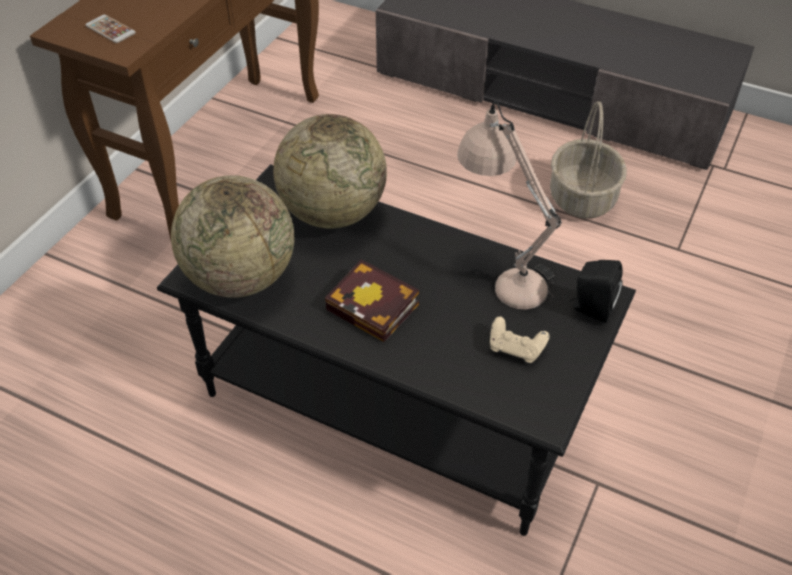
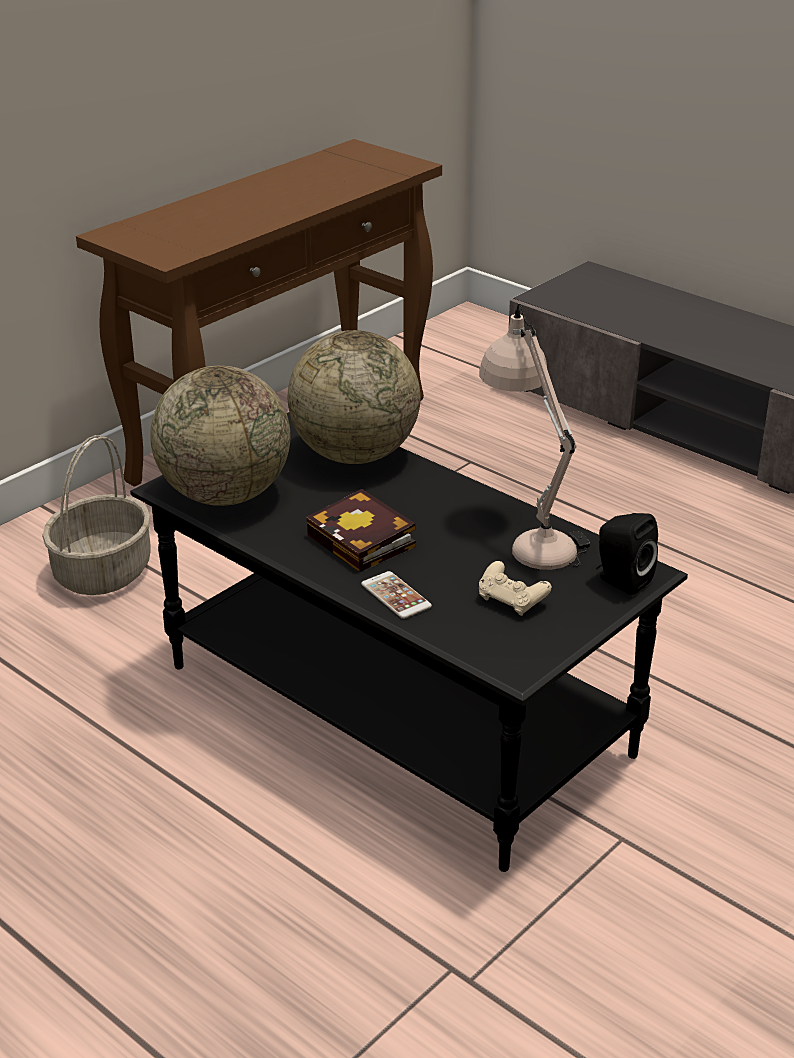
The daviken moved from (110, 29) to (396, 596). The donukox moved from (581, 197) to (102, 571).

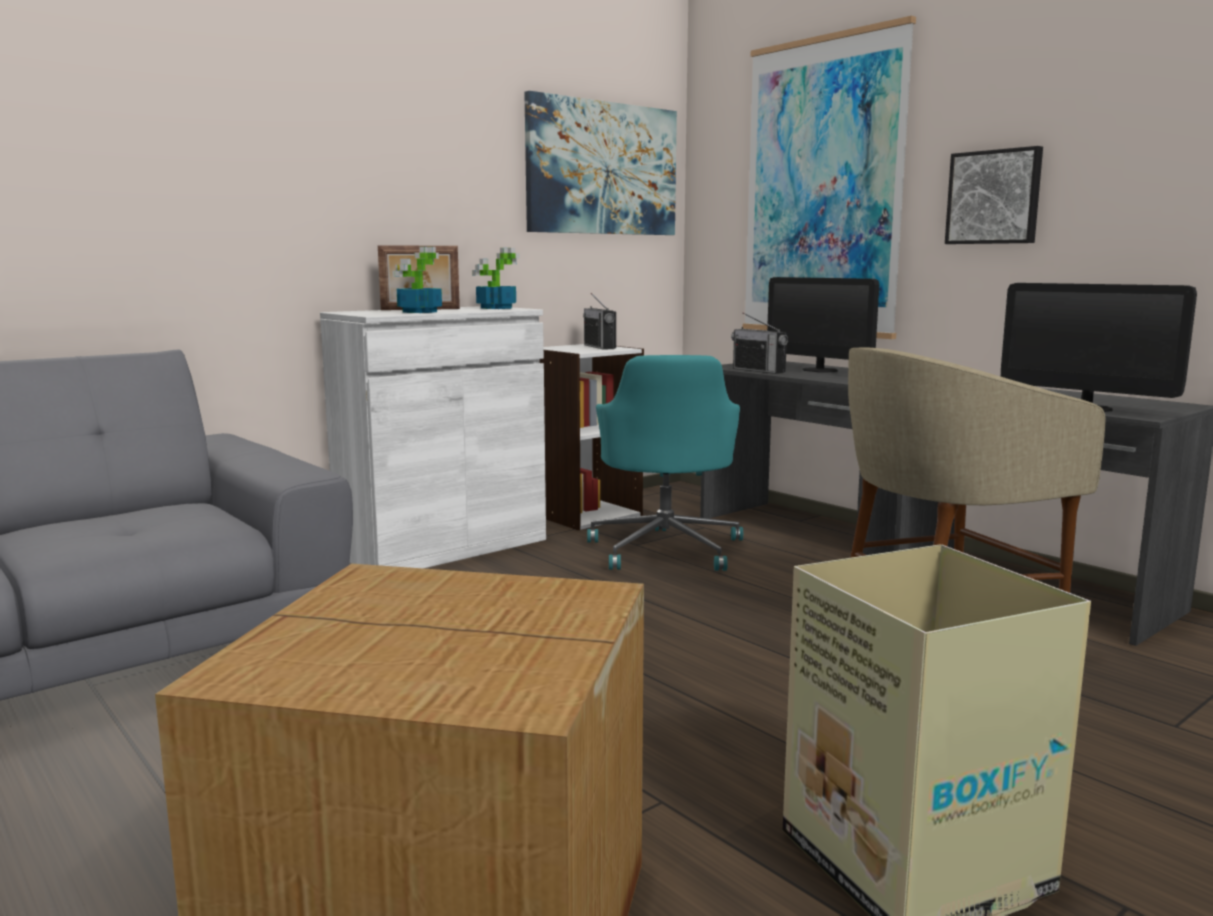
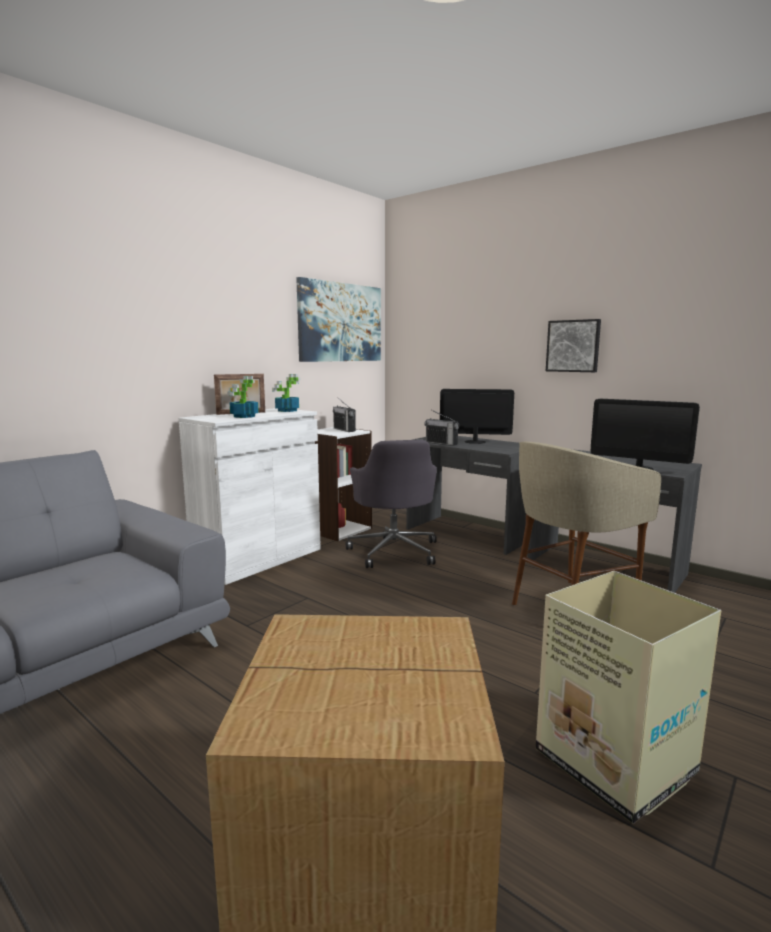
The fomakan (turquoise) at (666, 548) became the fomakan (grey) at (394, 551). The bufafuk at (822, 189) disappeared. The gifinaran at (819, 370) turned 150 degrees clockwise.

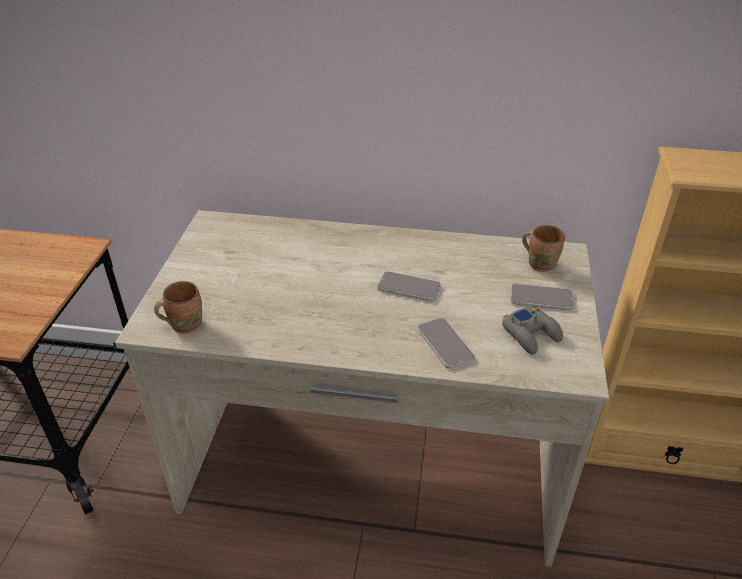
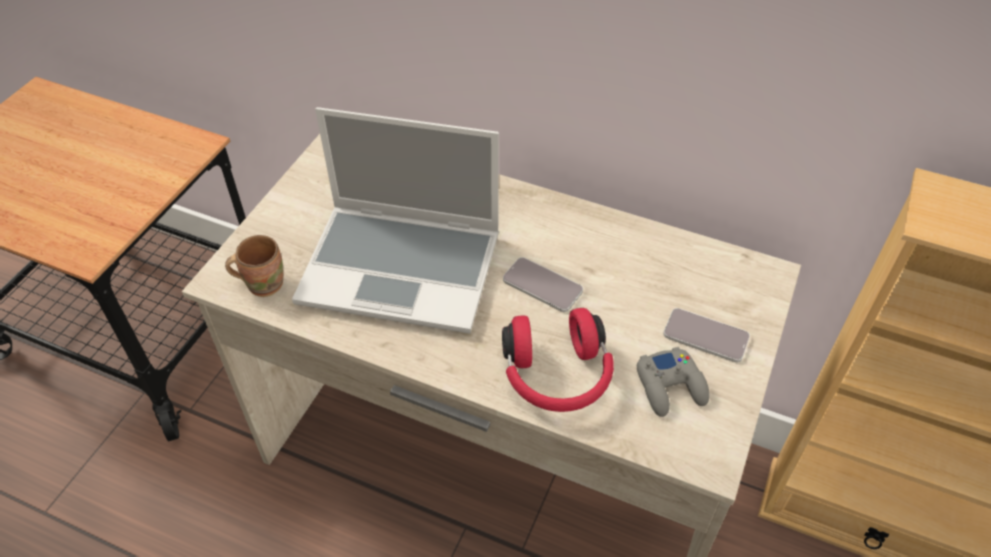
The daviken at (445, 343) was replaced by the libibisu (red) at (557, 376). The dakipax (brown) at (540, 263) disappeared. The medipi at (404, 268) appeared.

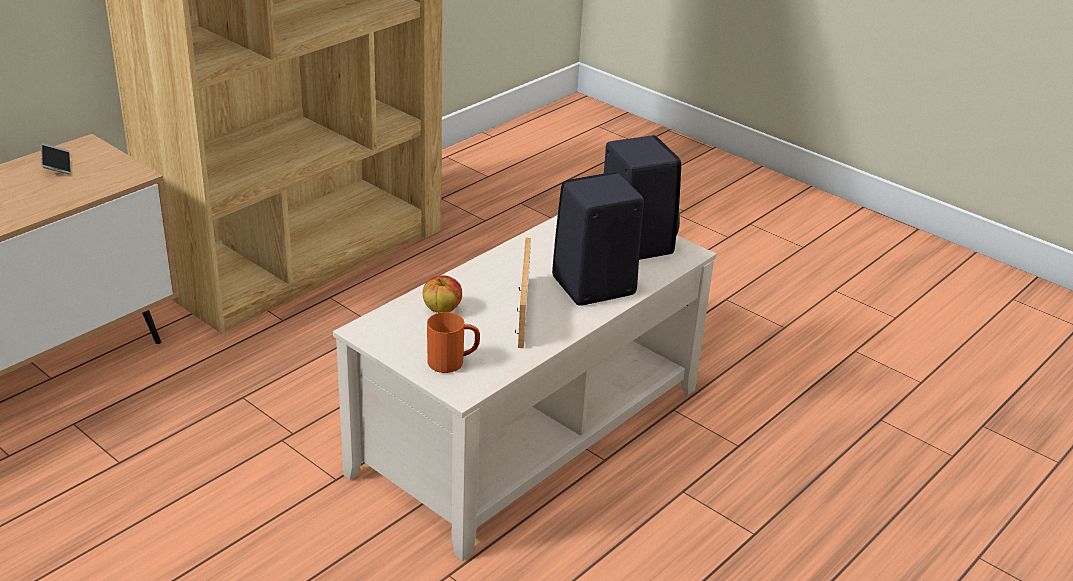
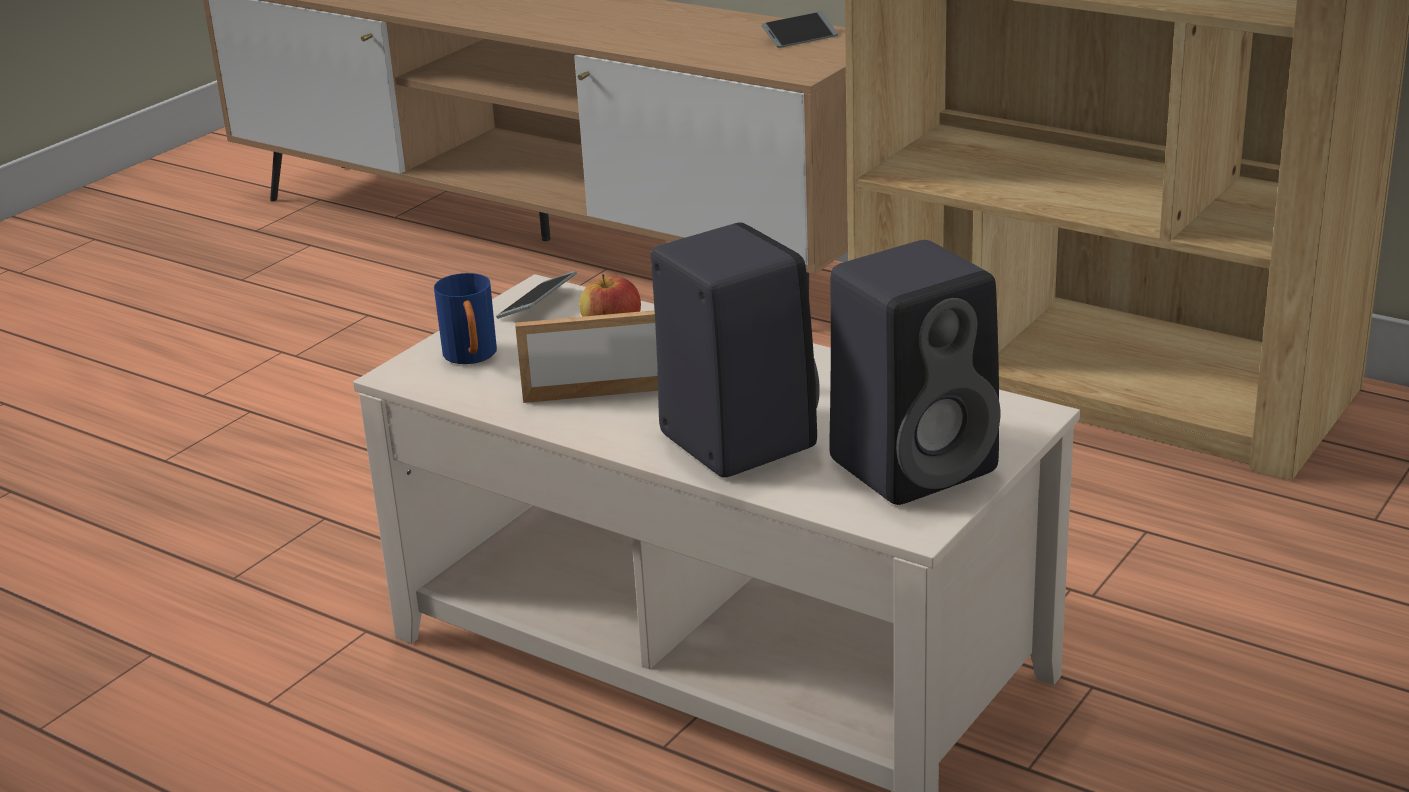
The dakipax (orange) at (453, 362) became the dakipax (blue) at (472, 358). The daviken at (537, 304) appeared.

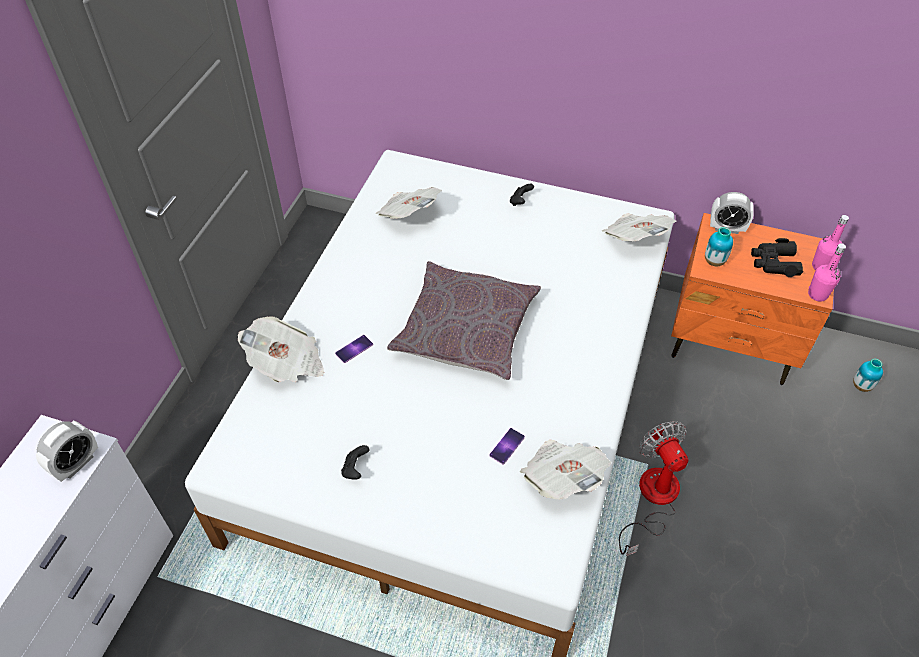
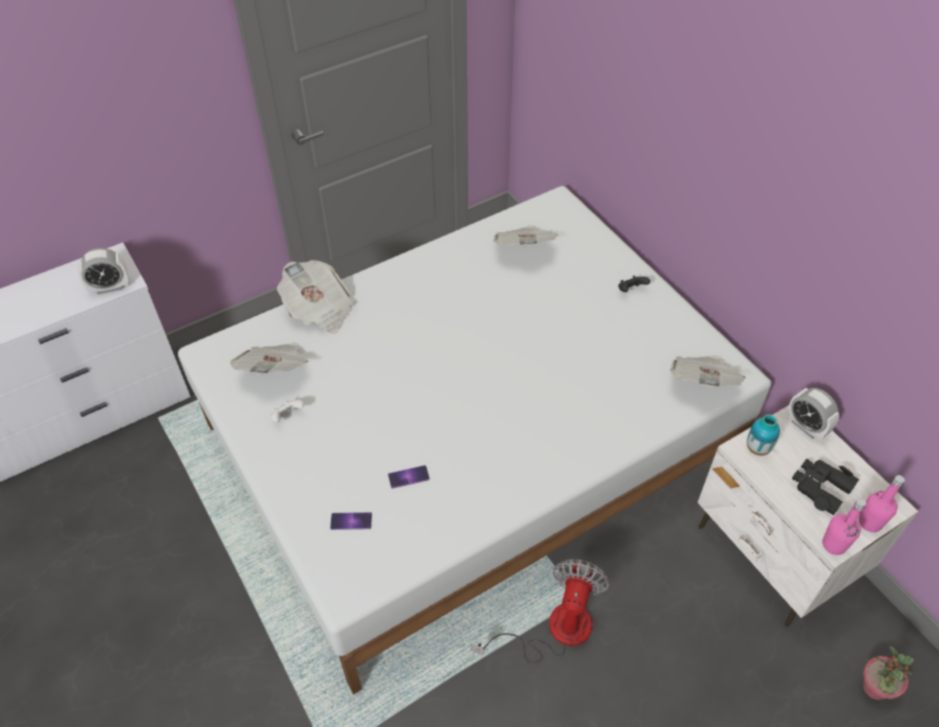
The daviken moved from (354, 349) to (351, 521). The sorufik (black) at (355, 469) became the sorufik (white) at (287, 416). The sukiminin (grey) at (466, 329) disappeared. The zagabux moved from (562, 477) to (275, 370). The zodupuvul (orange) at (732, 342) became the zodupuvul (white) at (774, 554). The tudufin at (861, 386) was replaced by the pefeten at (875, 688).

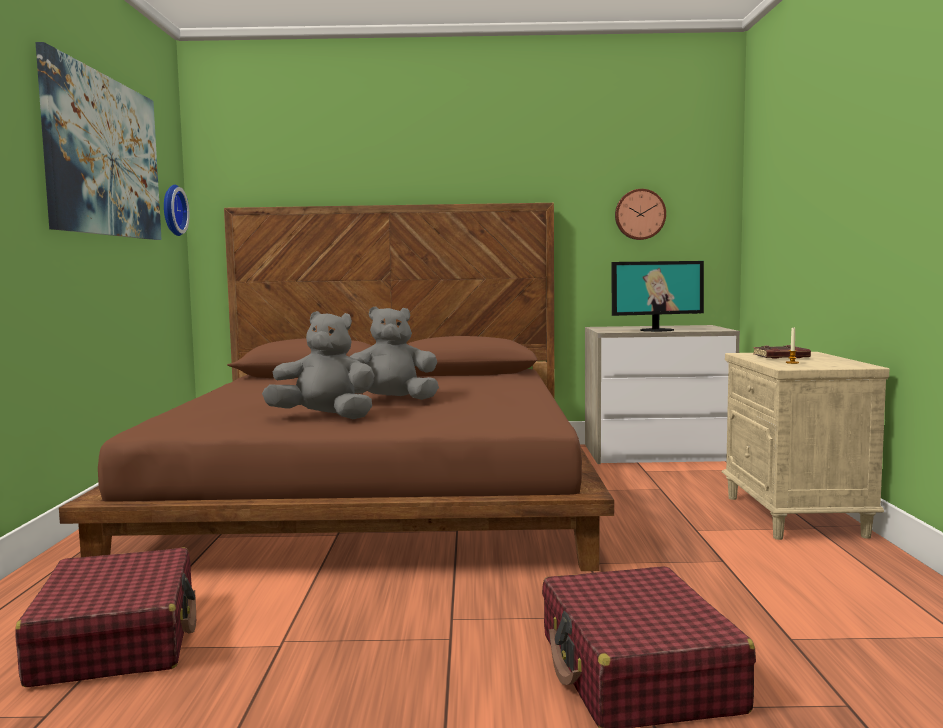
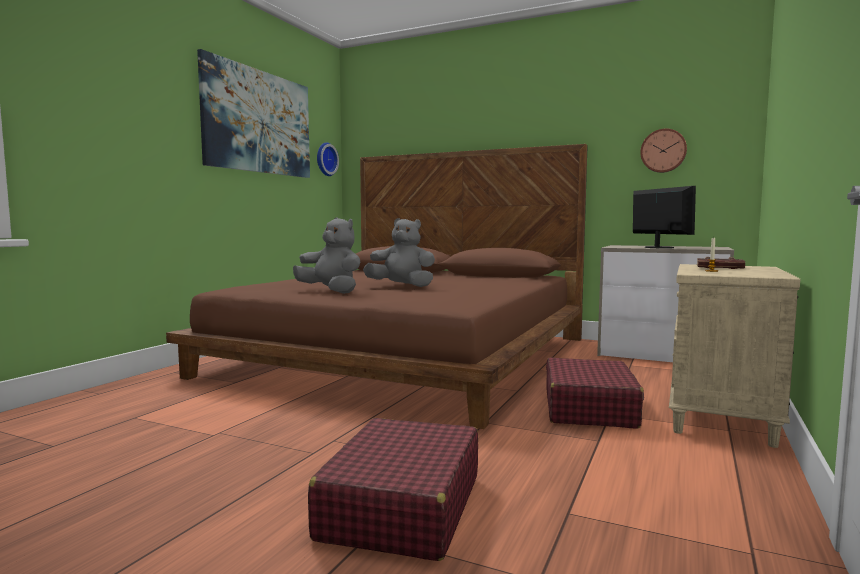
The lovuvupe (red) moved from (117, 640) to (589, 408). The gifinaran at (656, 330) turned 120 degrees counterclockwise.

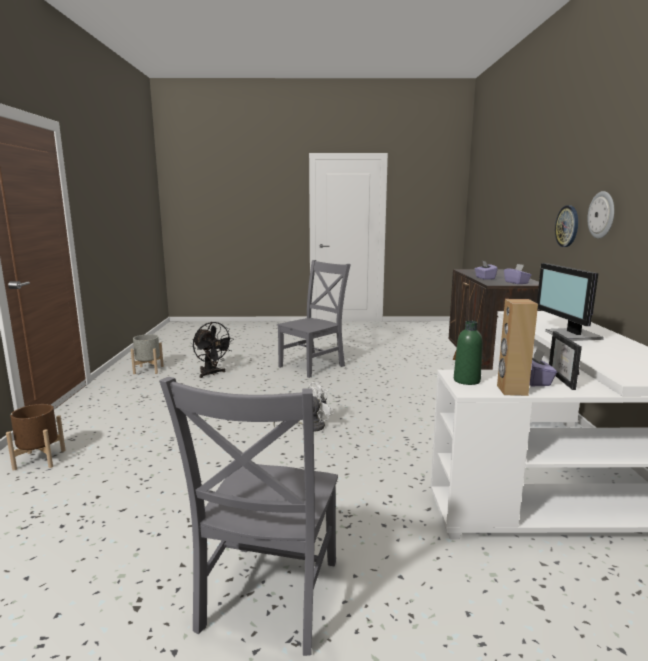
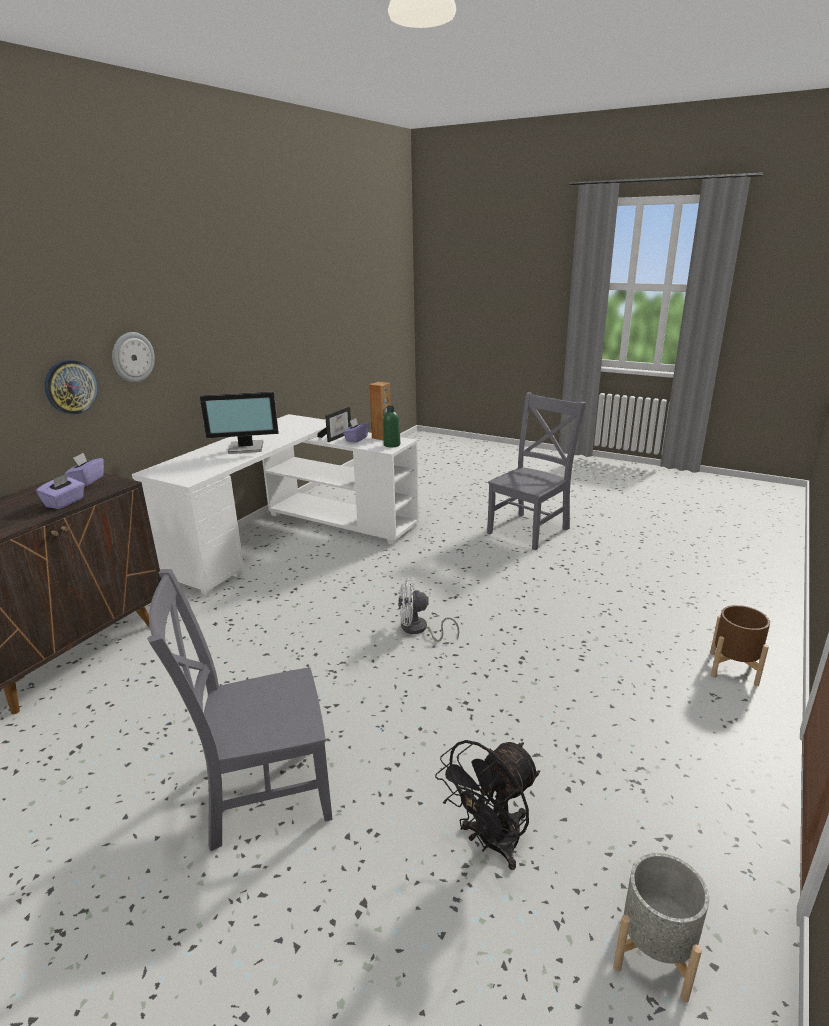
The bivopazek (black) at (211, 374) turned 120 degrees counterclockwise. The gifinaran at (571, 335) turned 60 degrees clockwise.

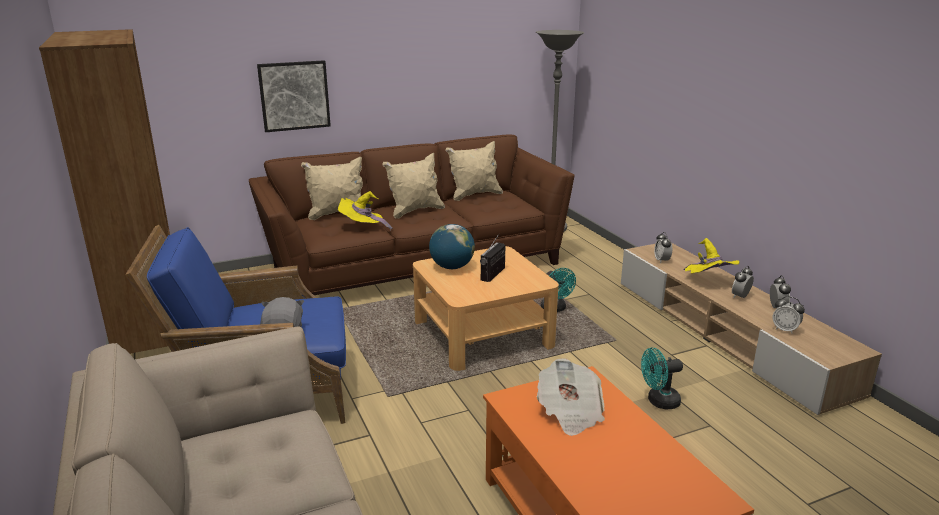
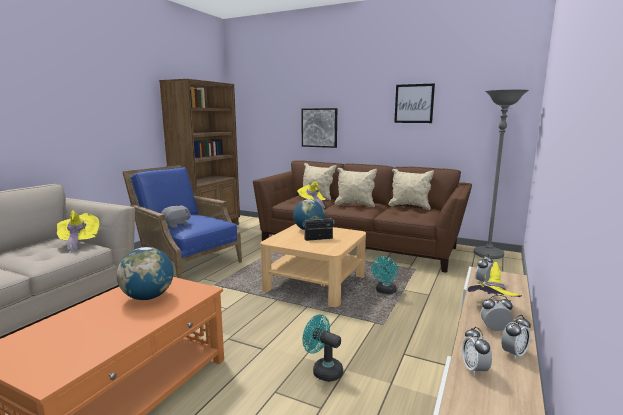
The zagabux at (570, 413) was replaced by the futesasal at (148, 297). The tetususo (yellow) at (79, 243) appeared. The bufafuk at (414, 103) appeared.

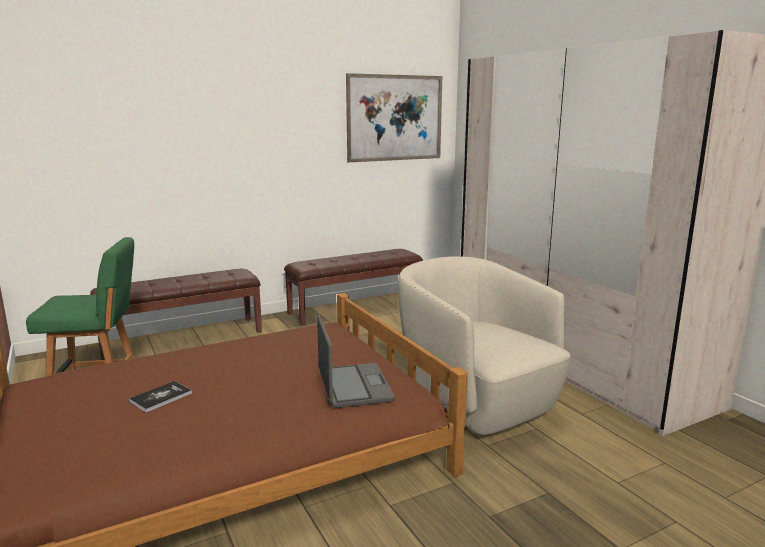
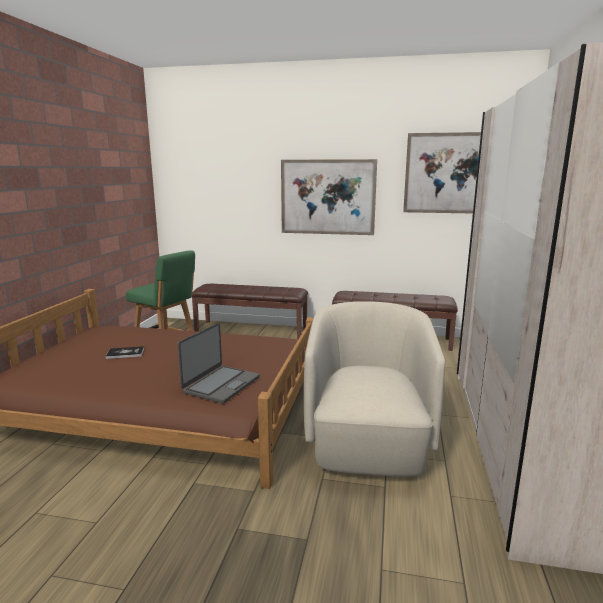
The bufafuk at (327, 197) appeared.

